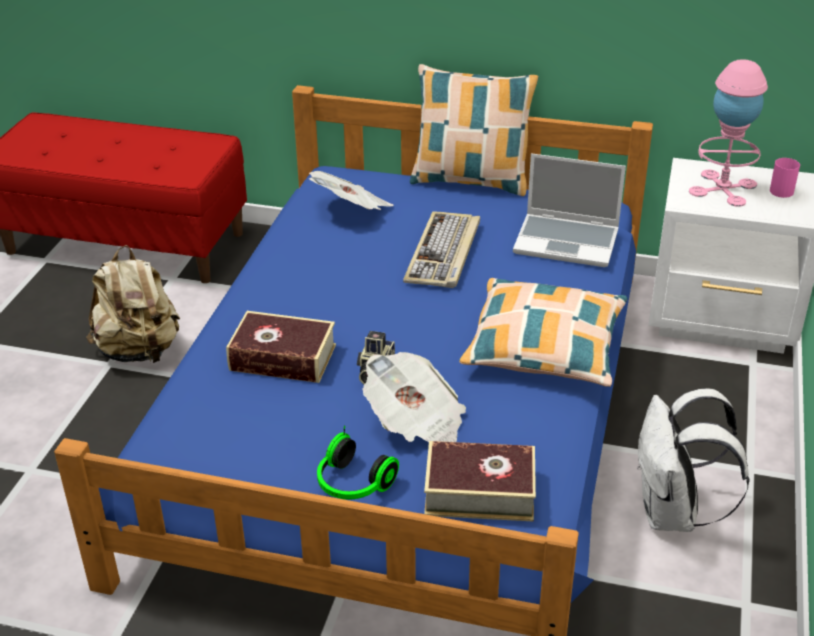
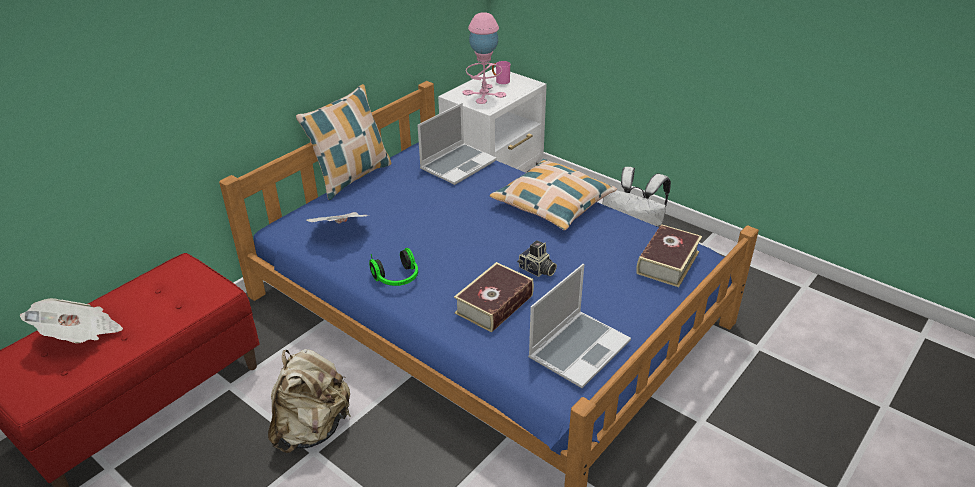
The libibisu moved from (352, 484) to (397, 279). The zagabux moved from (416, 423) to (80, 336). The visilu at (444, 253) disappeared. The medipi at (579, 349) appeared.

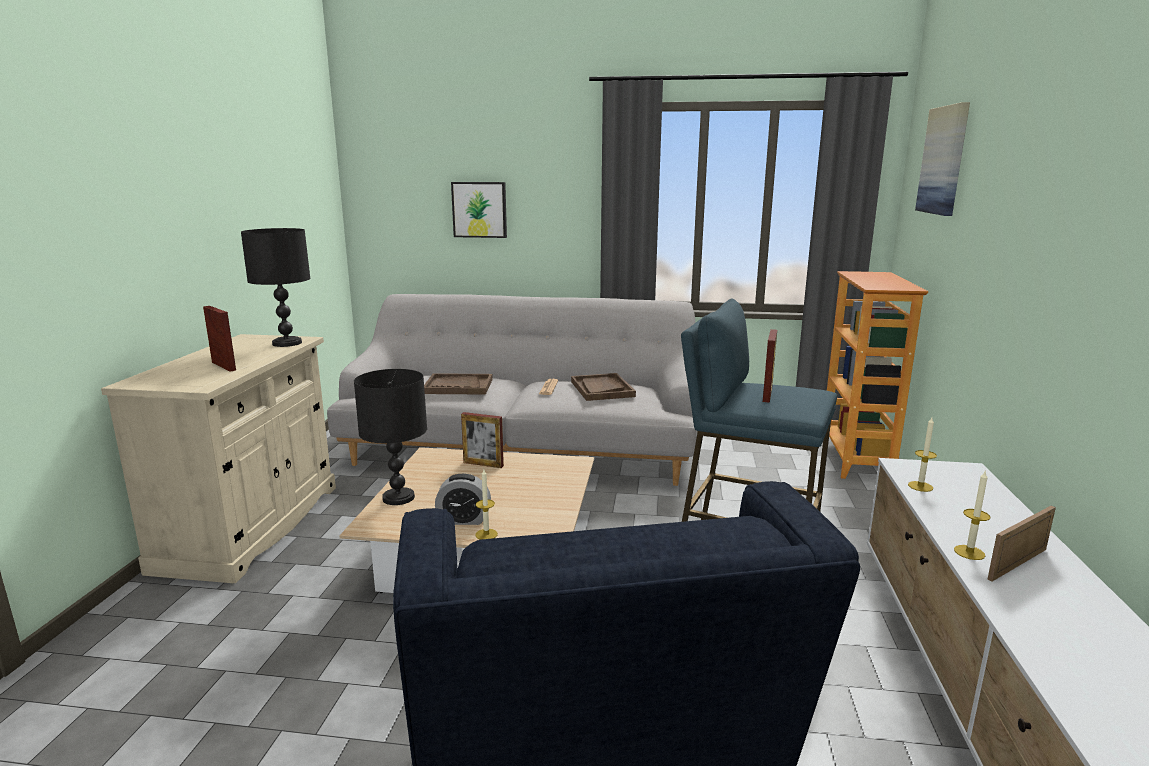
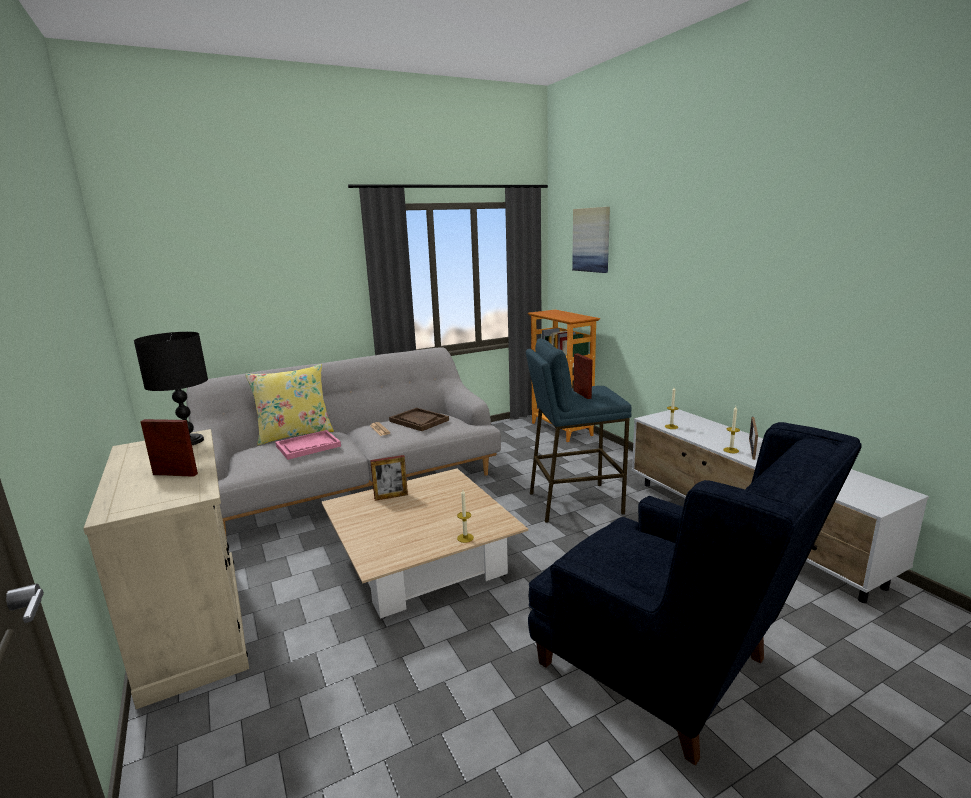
The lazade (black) at (399, 498) disappeared. The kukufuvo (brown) at (458, 386) became the kukufuvo (pink) at (308, 446). The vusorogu at (464, 520) disappeared. The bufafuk at (480, 209) disappeared. The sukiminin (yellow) at (295, 434) appeared.

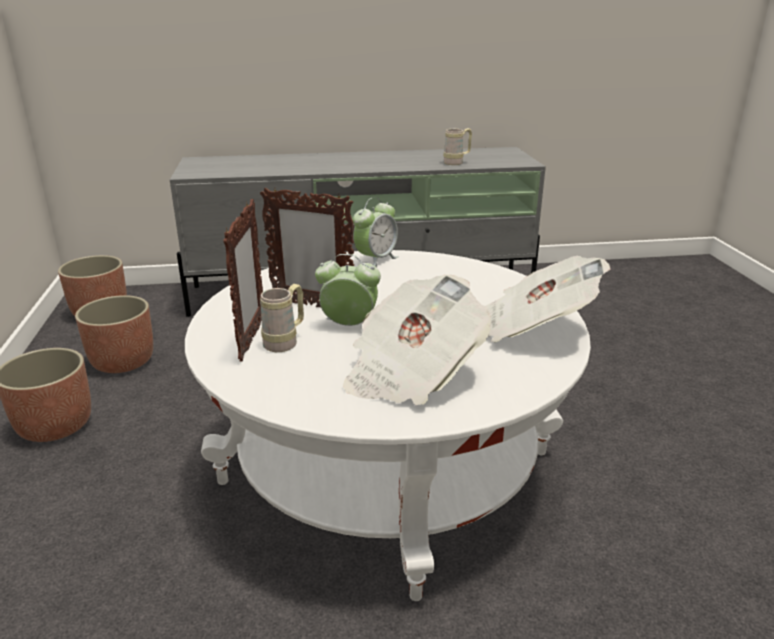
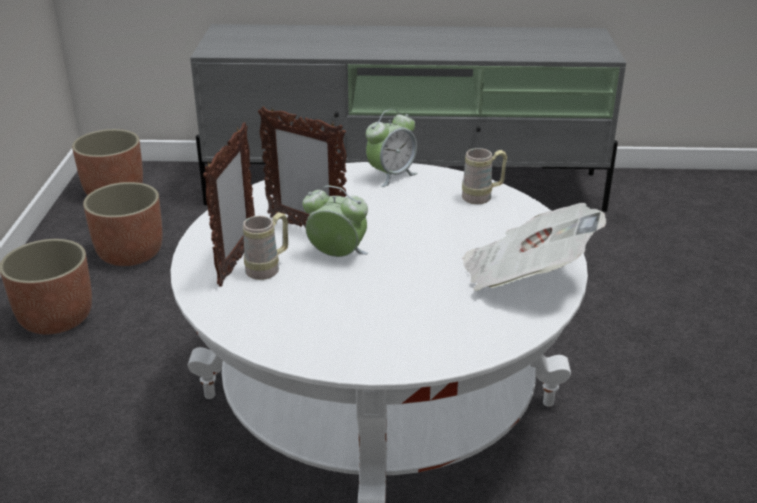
The zagabux at (411, 373) disappeared. The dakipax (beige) moved from (457, 162) to (482, 197).

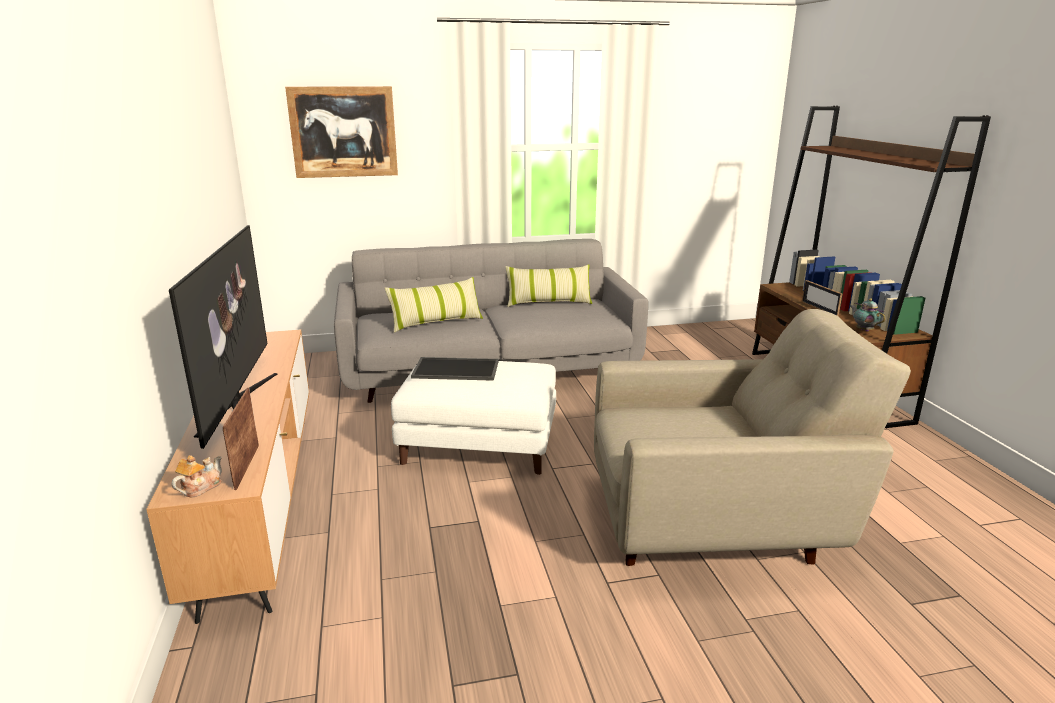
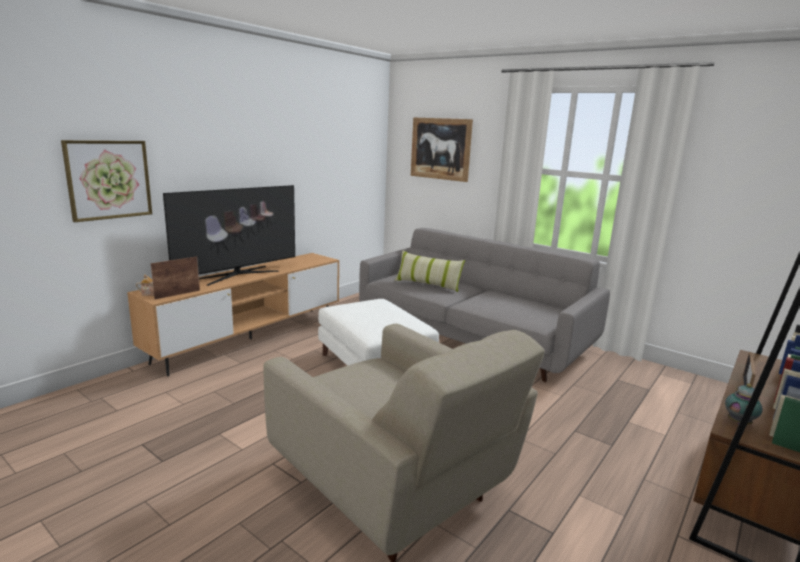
The kukufuvo at (454, 370) disappeared. The sukiminin at (548, 302) disappeared. The bufafuk at (109, 179) appeared.

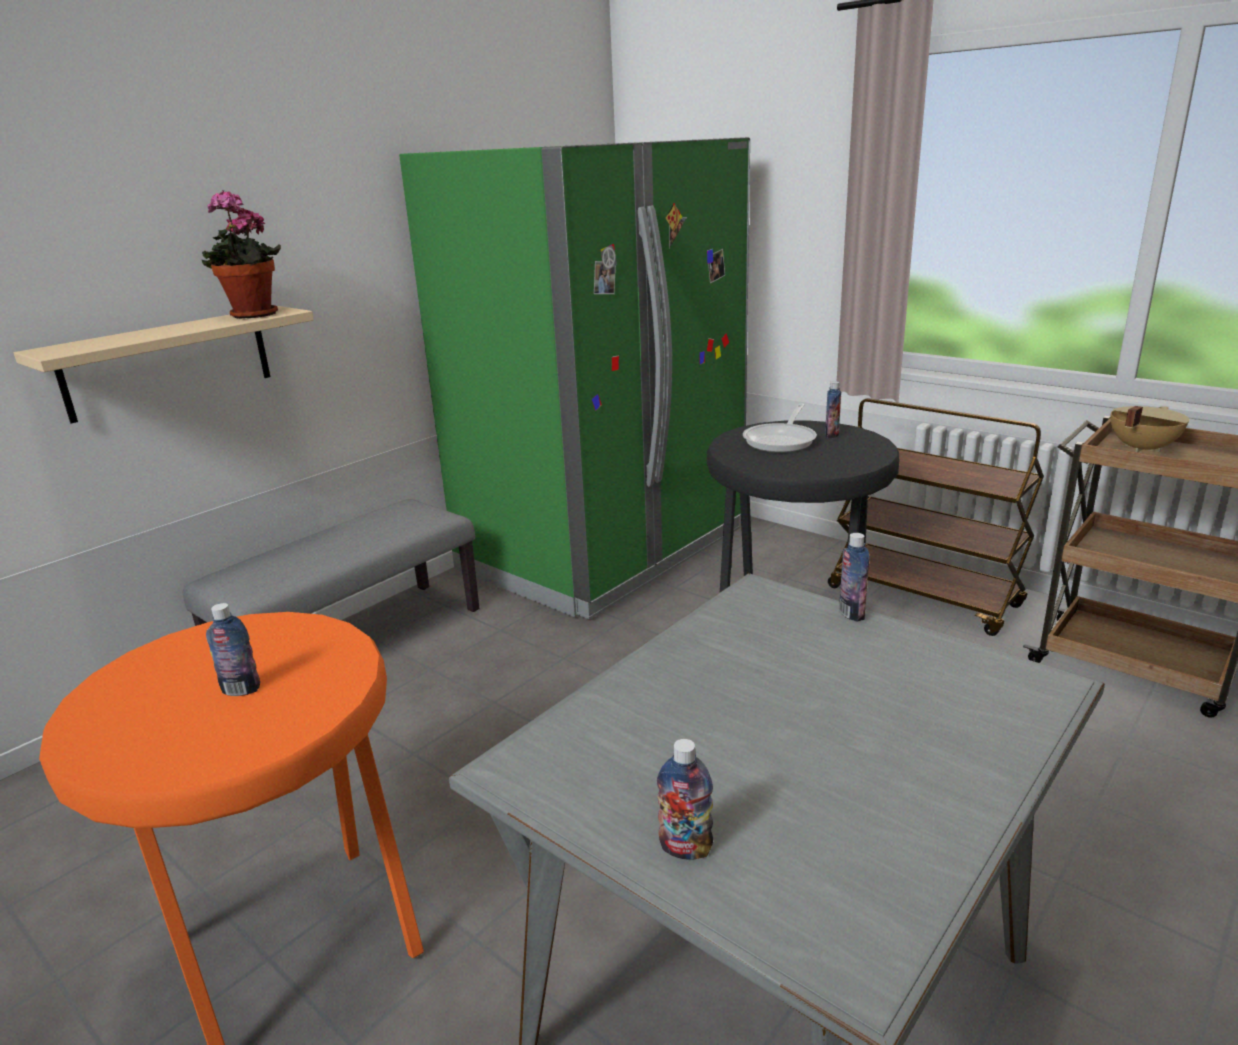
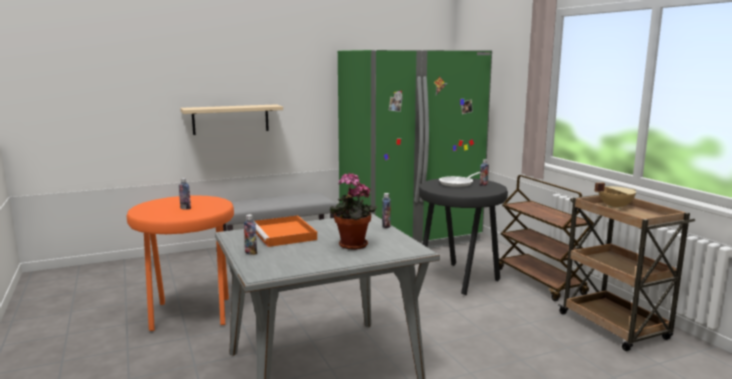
The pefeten moved from (252, 316) to (351, 246). The kukufuvo (orange) at (284, 234) appeared.

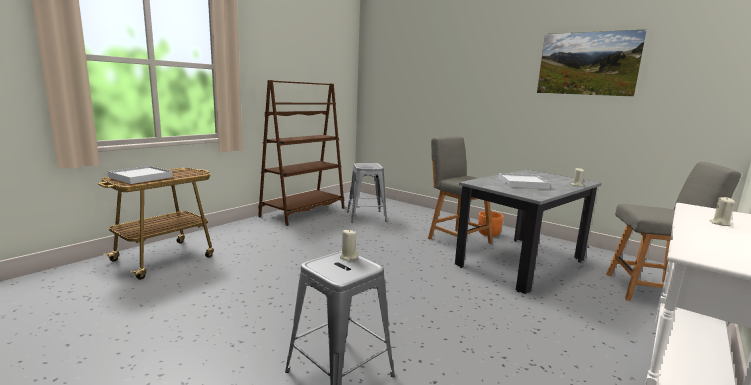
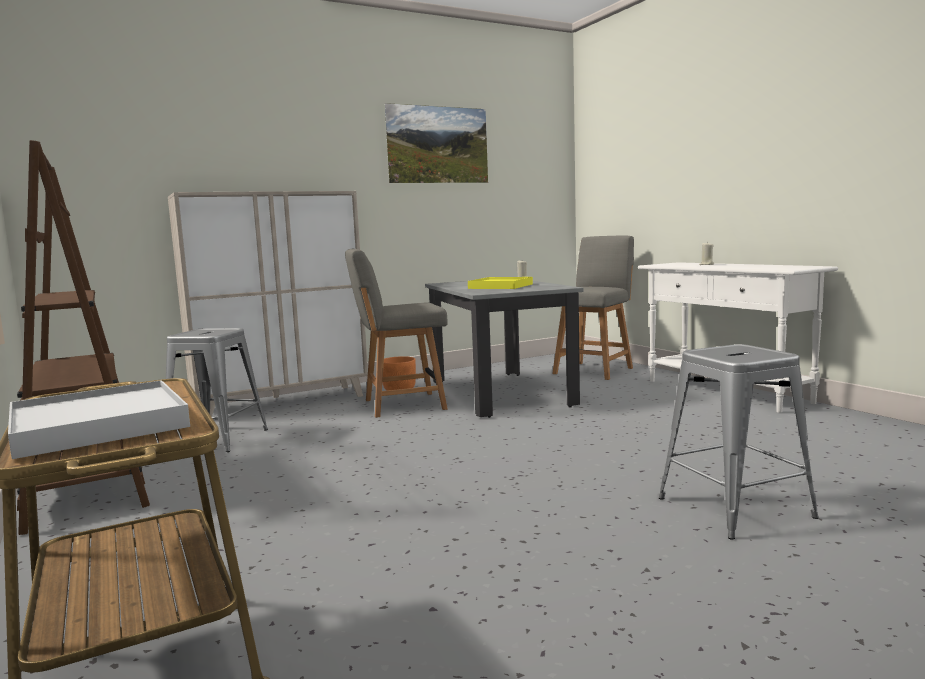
The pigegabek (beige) at (348, 257) disappeared. The kukufuvo (white) at (522, 183) became the kukufuvo (yellow) at (500, 286). The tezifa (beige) at (282, 402) appeared.

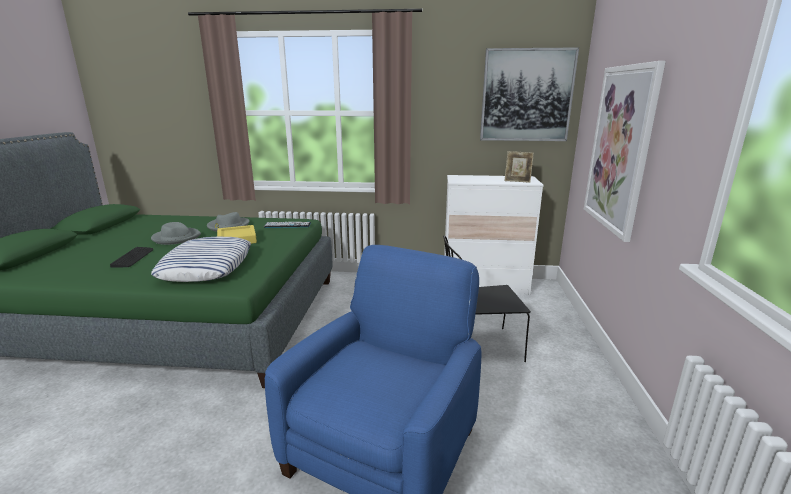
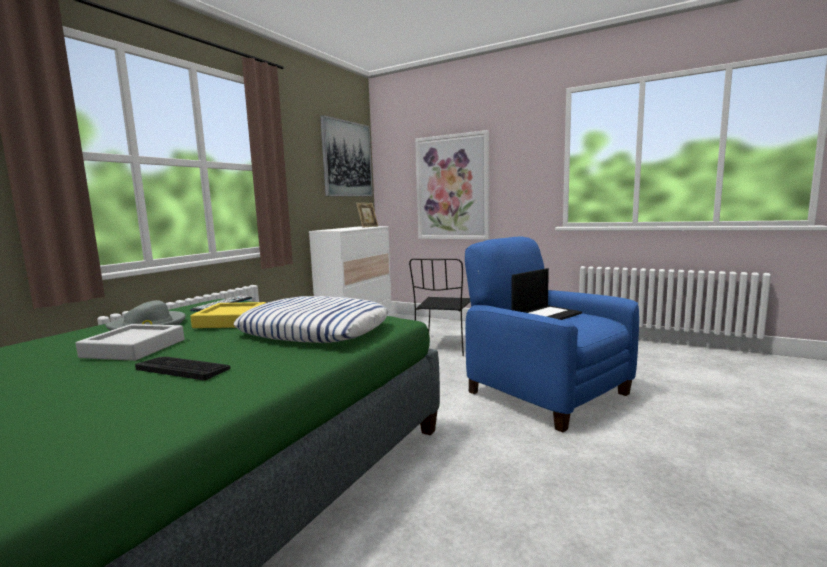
The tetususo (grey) at (176, 238) was replaced by the kukufuvo (grey) at (134, 348). The medipi at (546, 314) appeared.

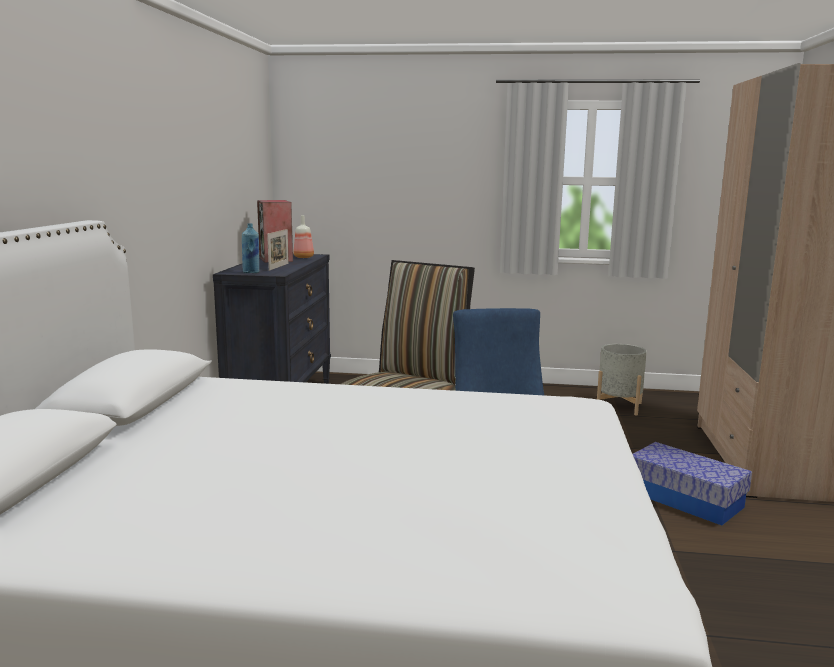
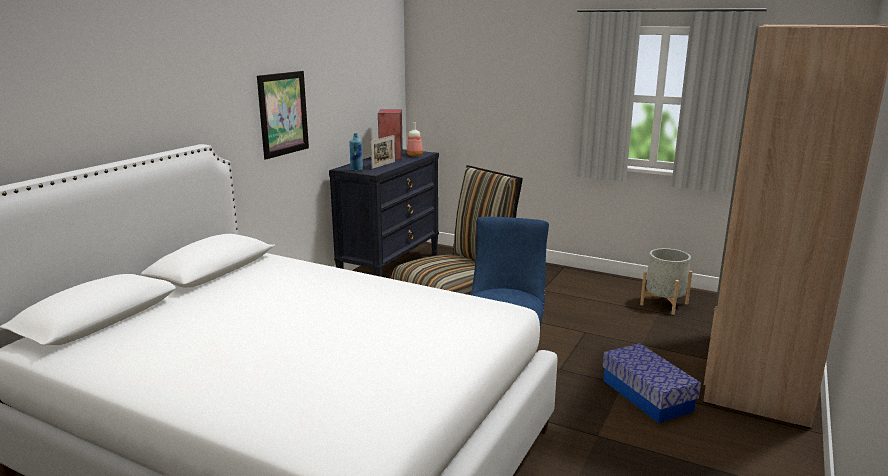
The bufafuk at (283, 114) appeared.

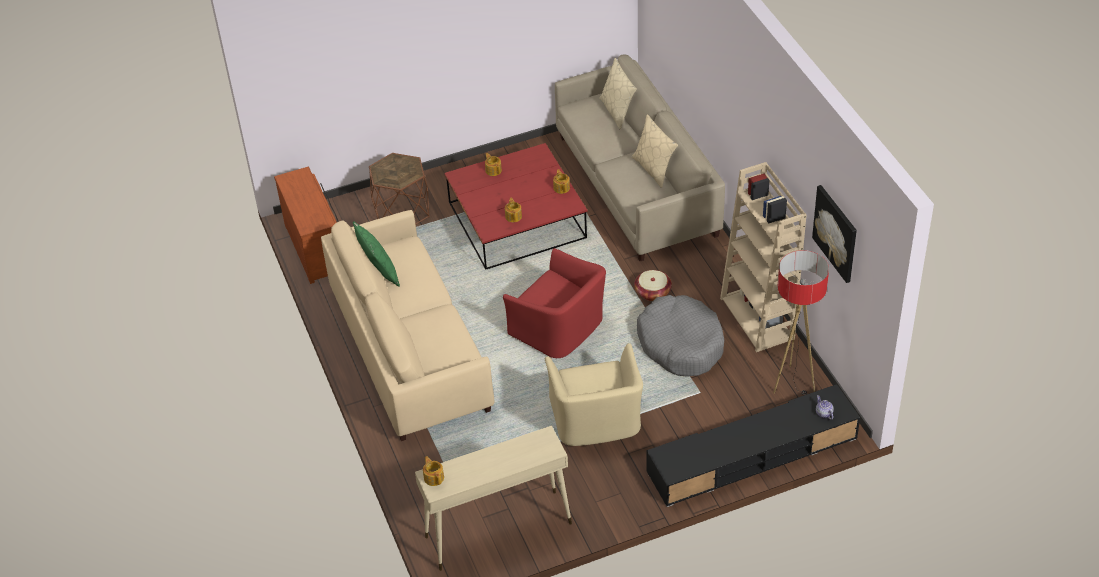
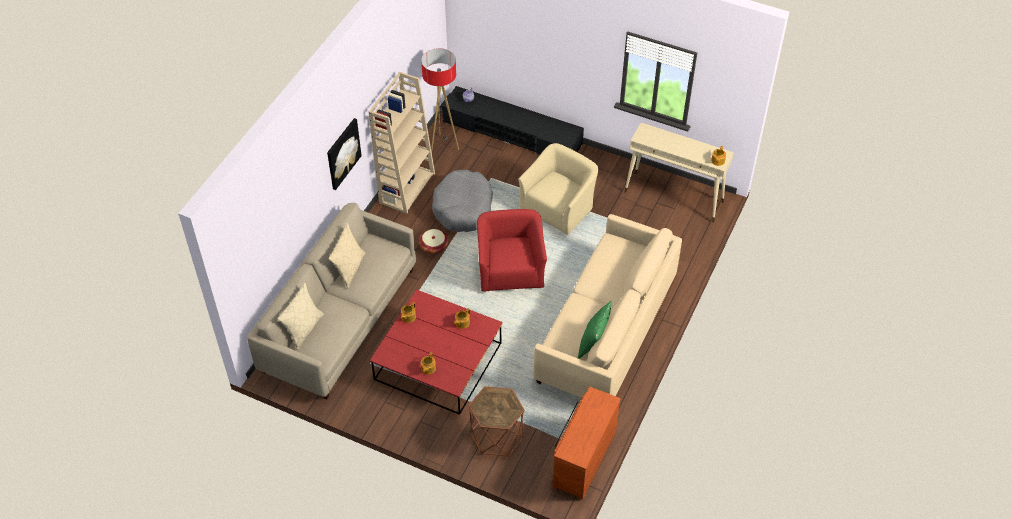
The bufafuk moved from (836, 233) to (343, 153).

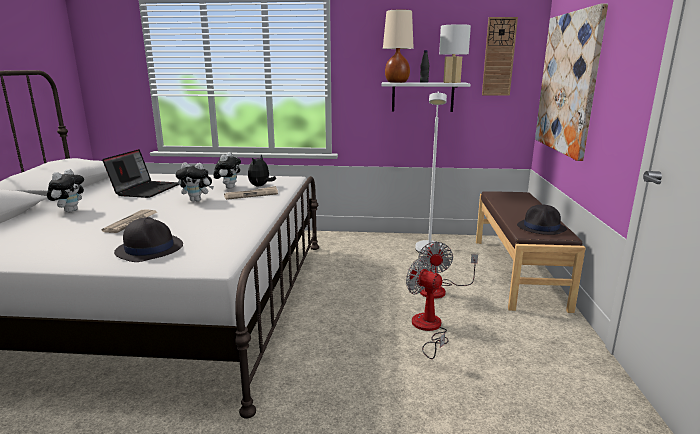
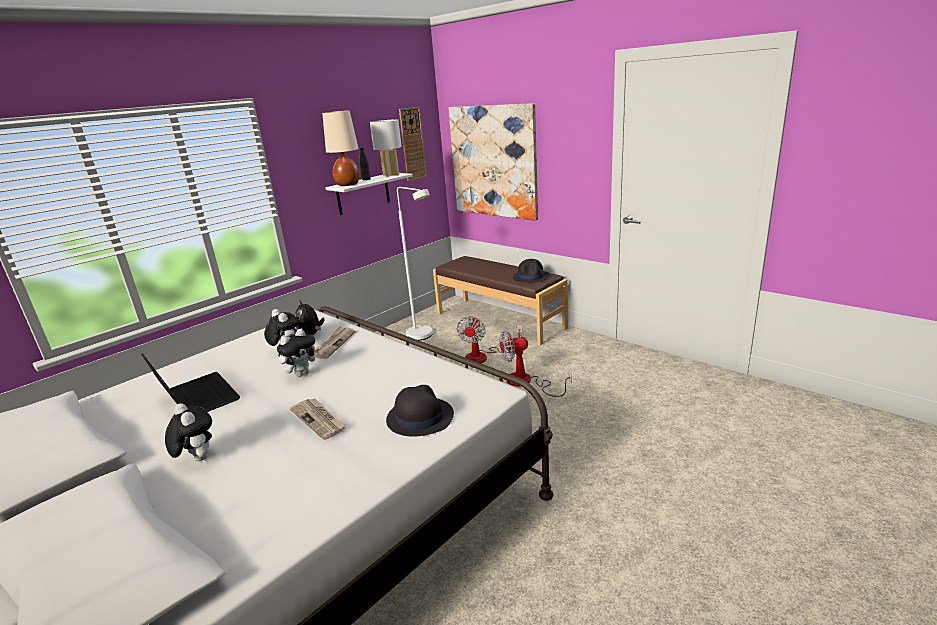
The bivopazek at (440, 289) turned 60 degrees clockwise.

